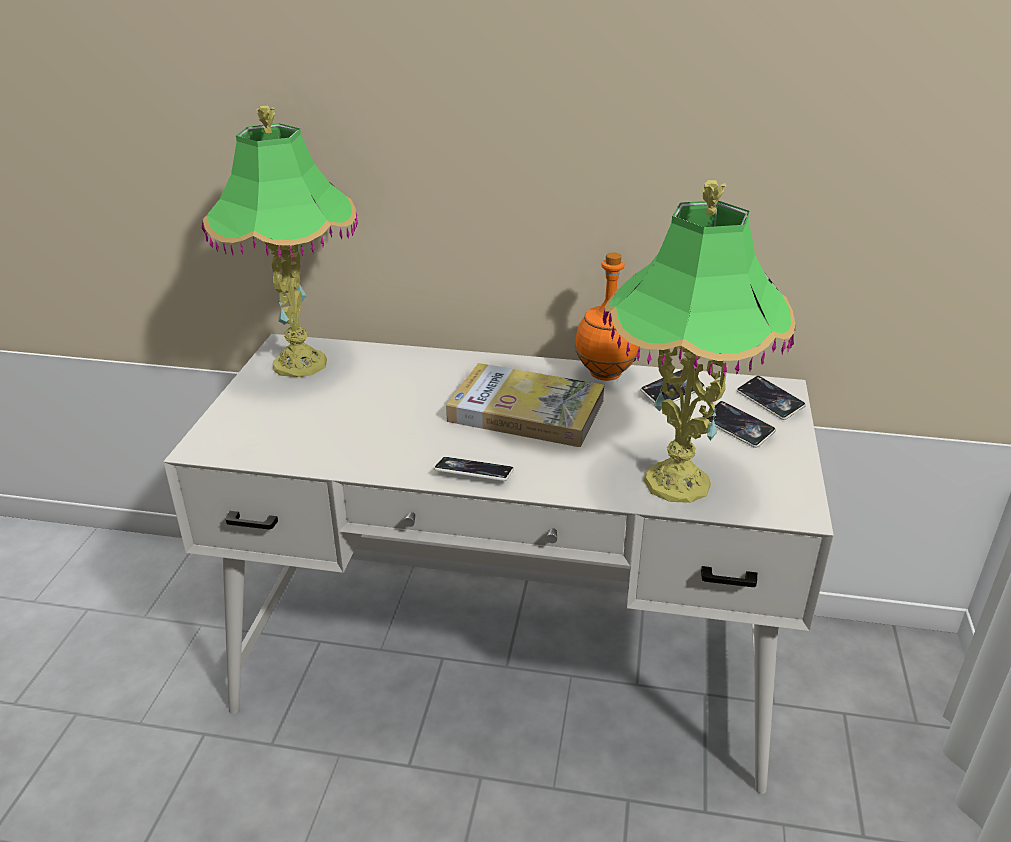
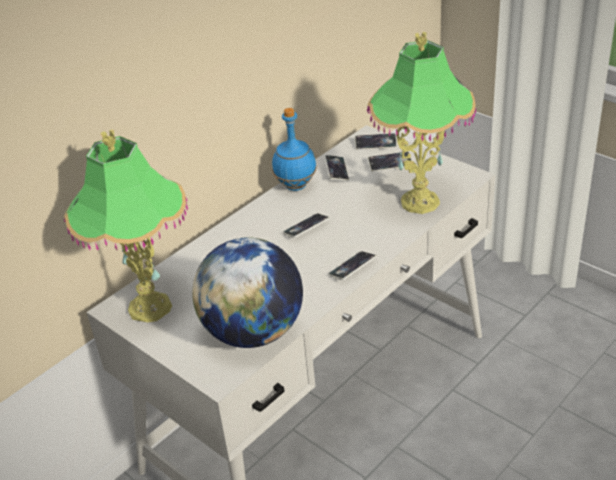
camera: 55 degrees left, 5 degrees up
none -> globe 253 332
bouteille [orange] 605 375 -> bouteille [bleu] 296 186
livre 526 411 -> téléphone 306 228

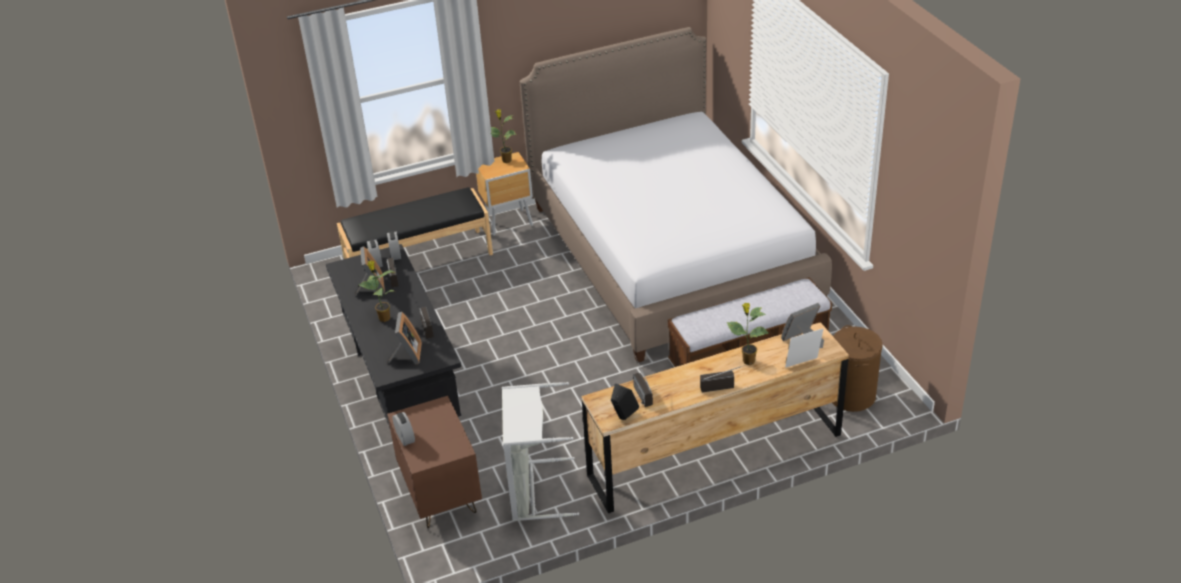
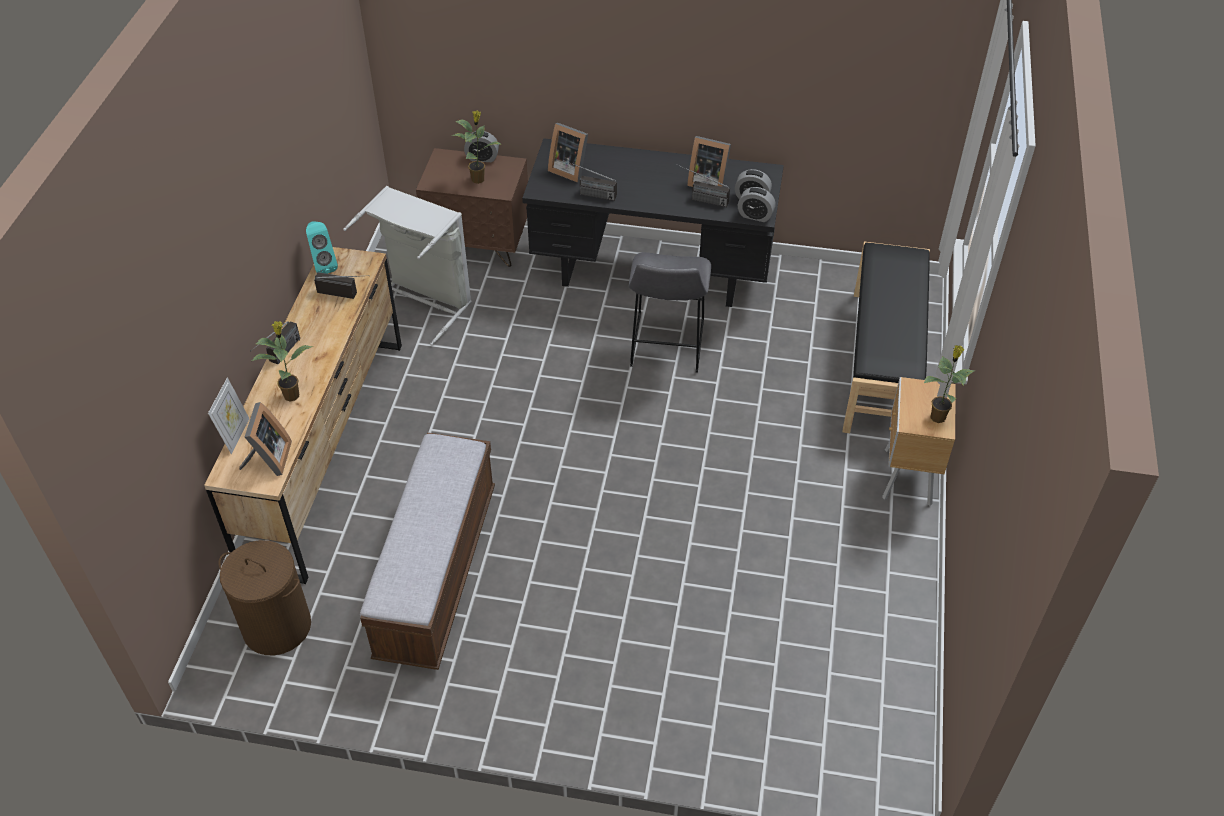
camera: 120 degrees right, 10 degrees up
enceinte [noir] 623 418 -> enceinte [turquoise] 323 265
plante en pot 383 318 -> plante en pot 478 179, move
none -> tabouret [gris] 666 347
lit 671 254 -> none

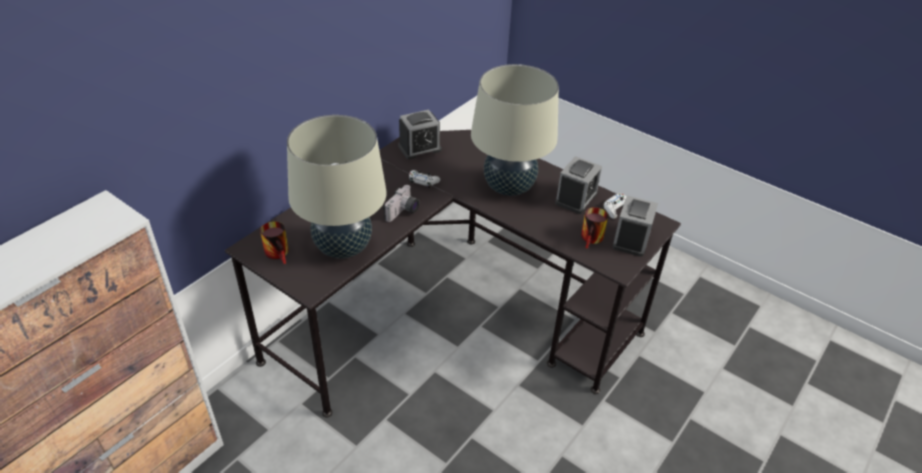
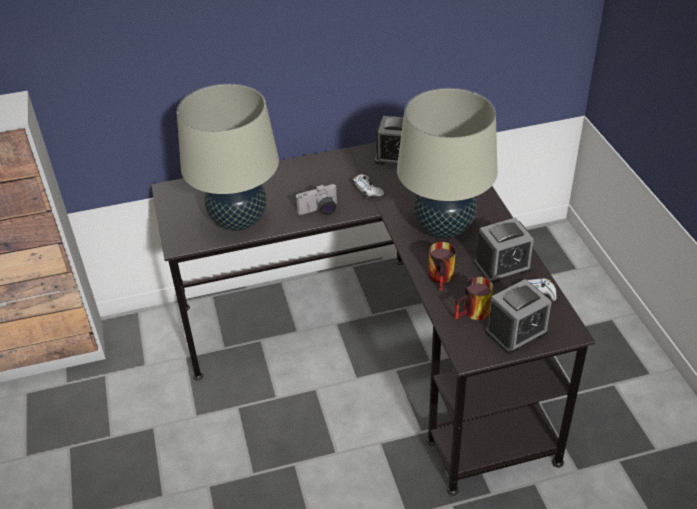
camera: 40 degrees right, 0 degrees up
mug 280 253 -> mug 443 278, move

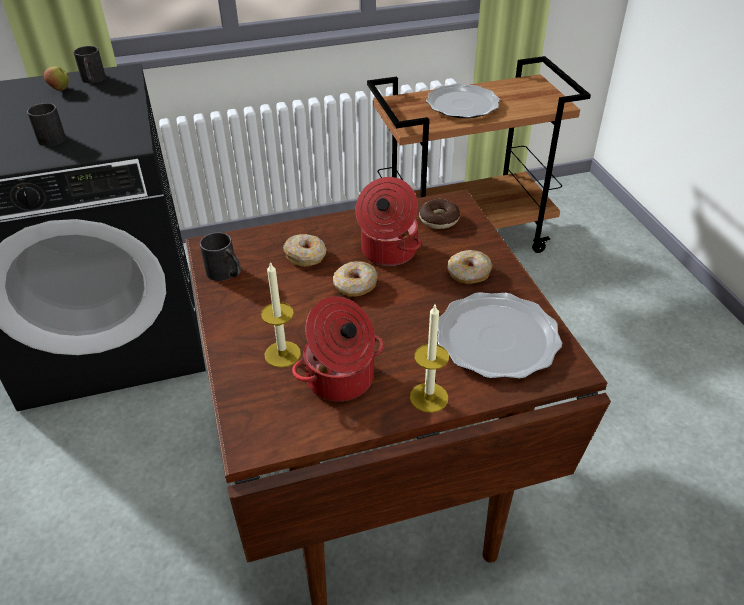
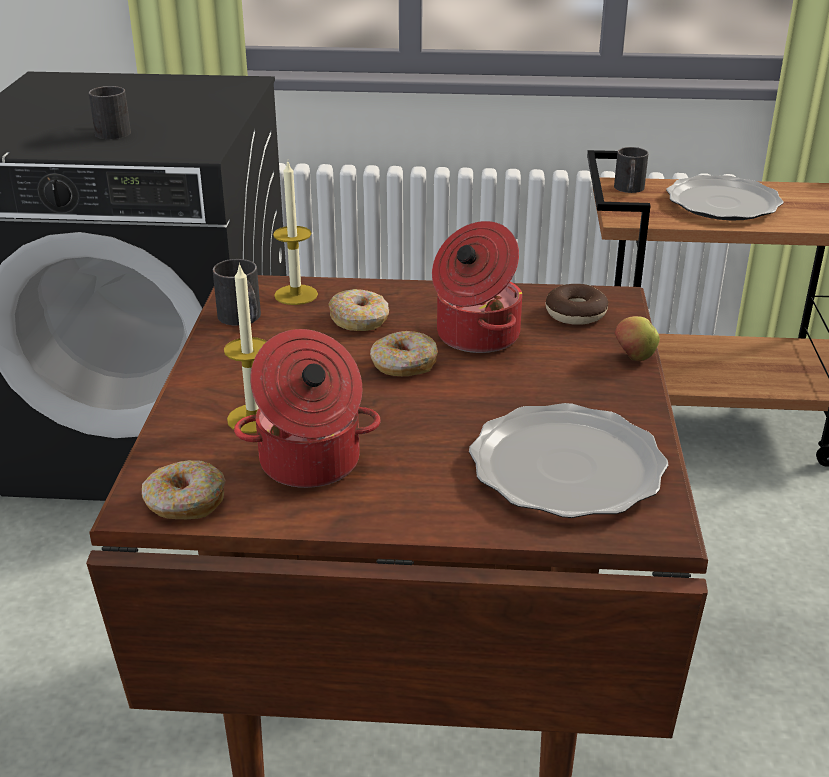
camera: 20 degrees right, 10 degrees down
beignet 468 273 -> beignet 184 502, move
bougie 429 397 -> bougie 296 295, move
mug [noir] 93 80 -> mug [noir] 629 189, move
pomme 60 89 -> pomme 634 358, move

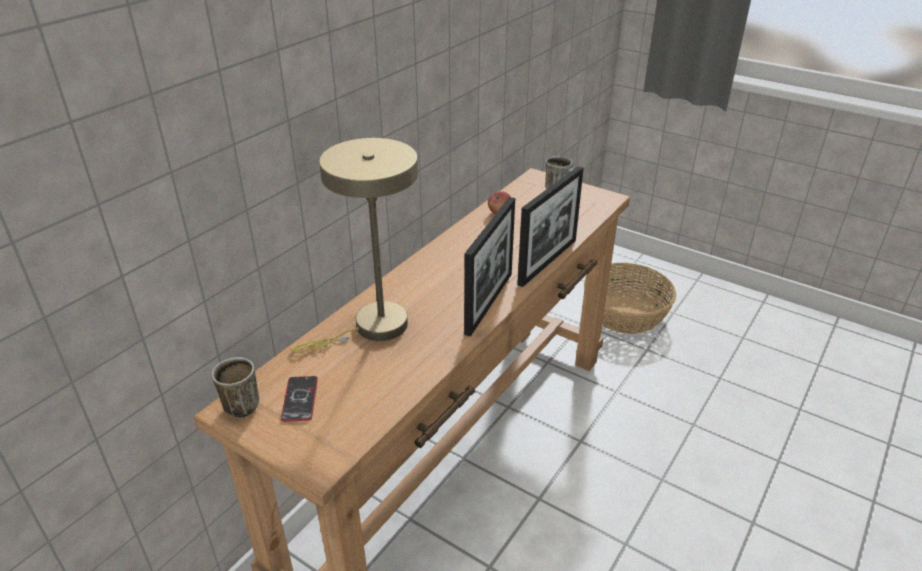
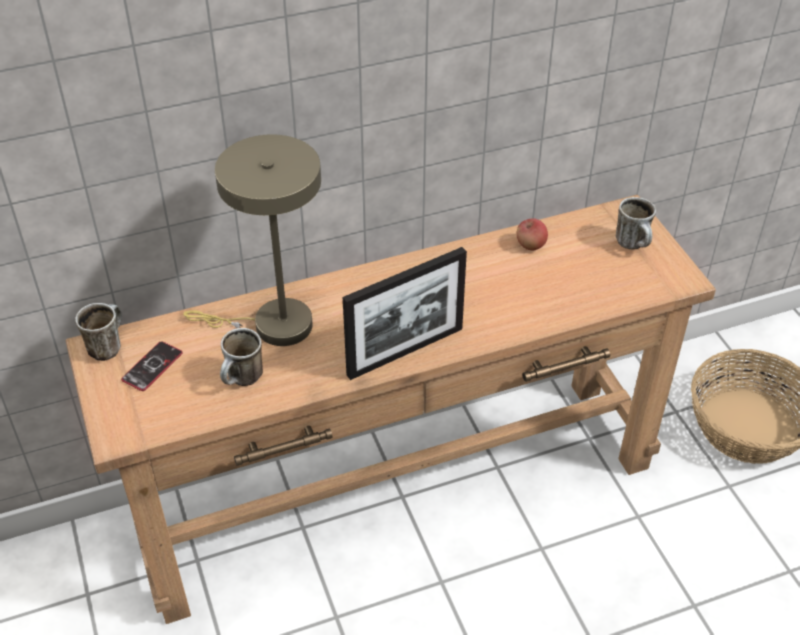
camera: 35 degrees right, 10 degrees up
none -> mug 243 381
cadre photo 547 262 -> none

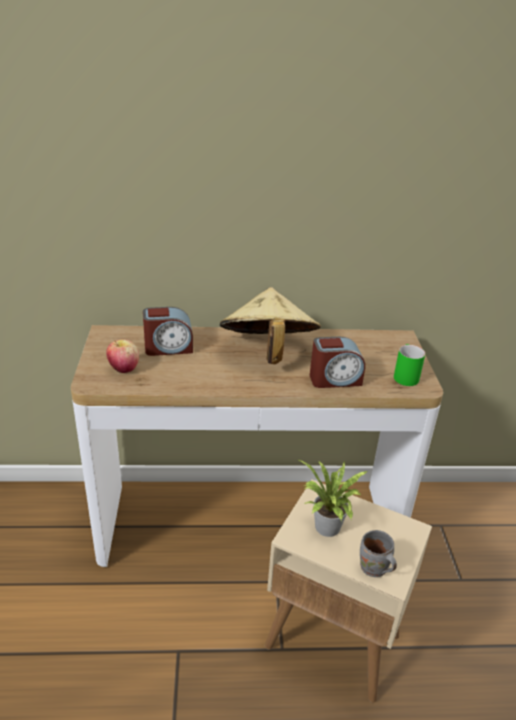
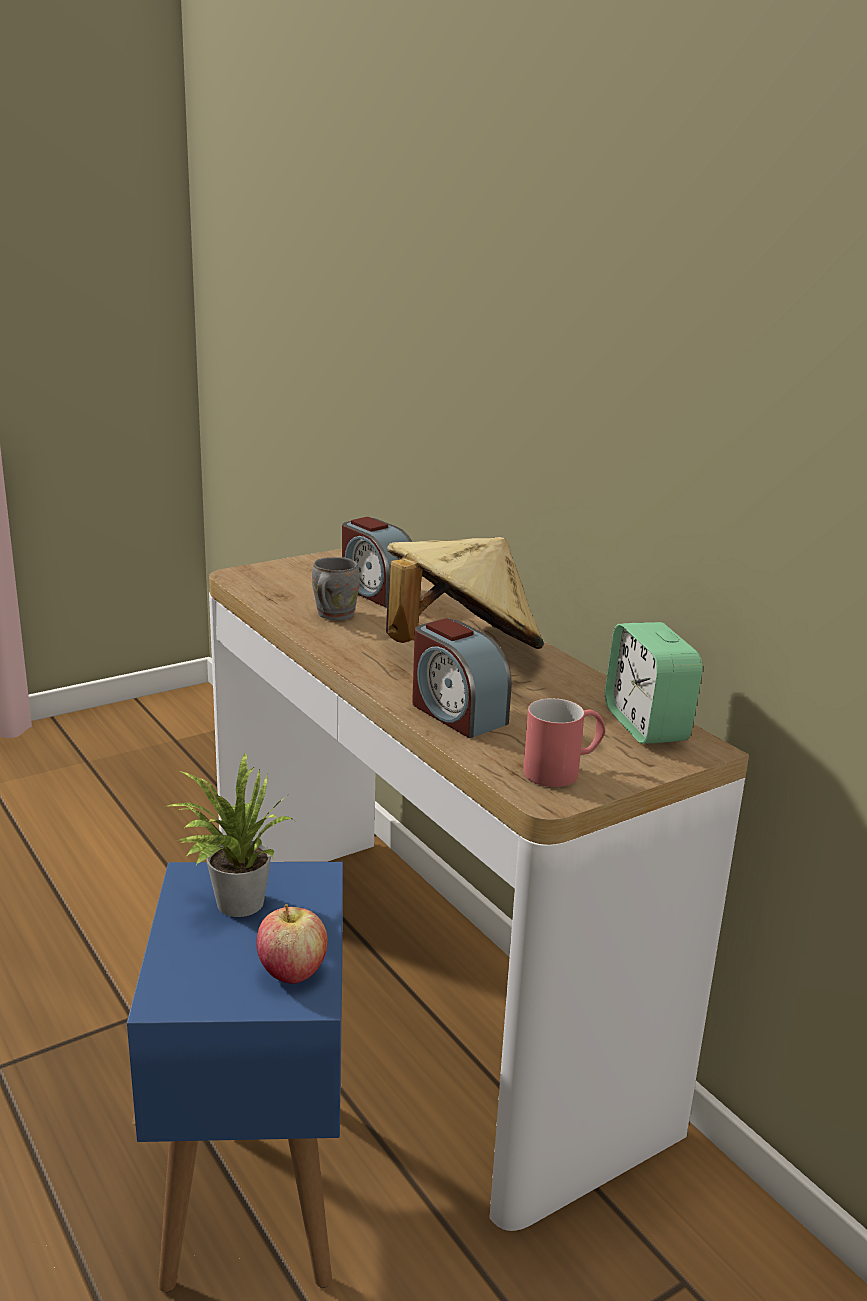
camera: 60 degrees right, 10 degrees down
table d'appoint [beige] 334 641 -> table d'appoint [bleu] 254 1192
pomme 124 369 -> pomme 292 972, move
mug [gris] 373 569 -> mug [gris] 332 615, move
mug [vert] 405 375 -> mug [rouge] 563 770
none -> réveil 646 725

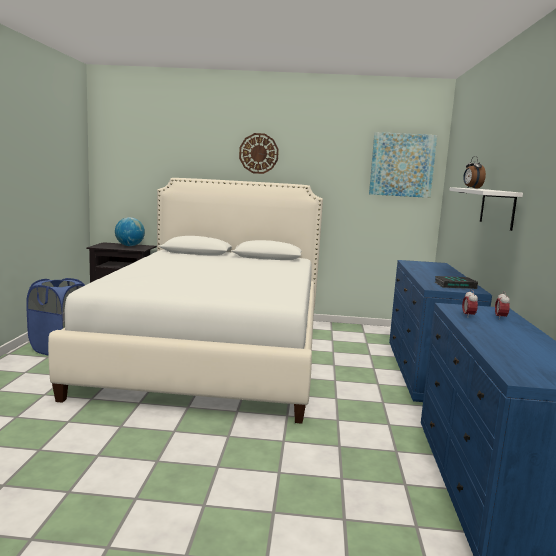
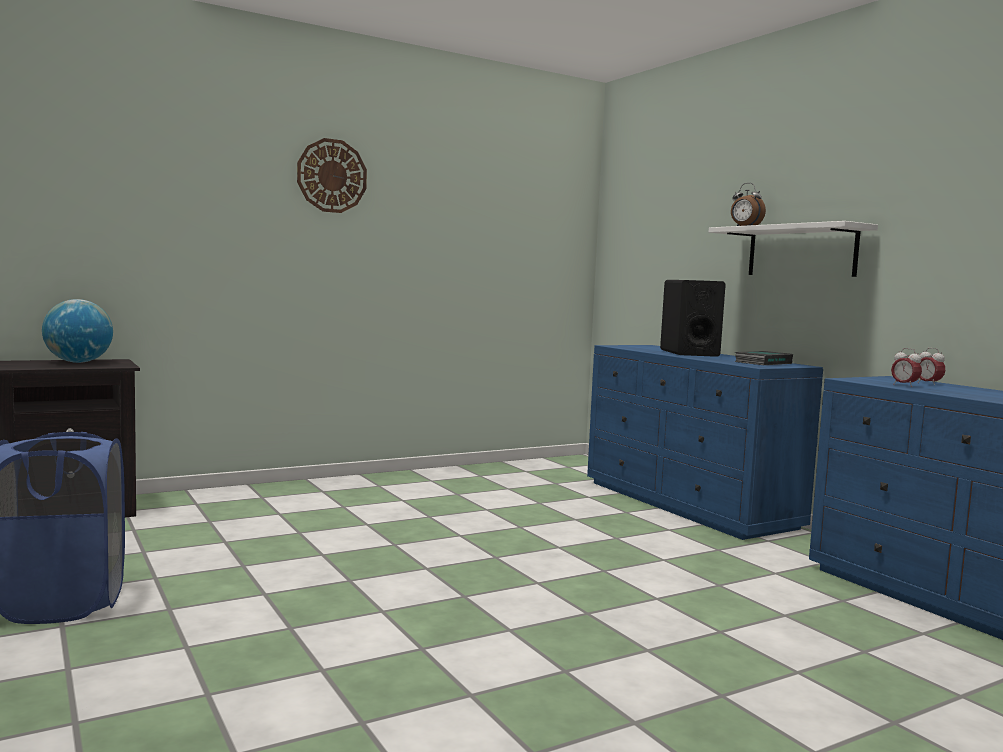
camera: 35 degrees left, 5 degrees down
none -> enceinte [noir] 688 353
lit [blanc] 213 352 -> none
tableau 402 165 -> none

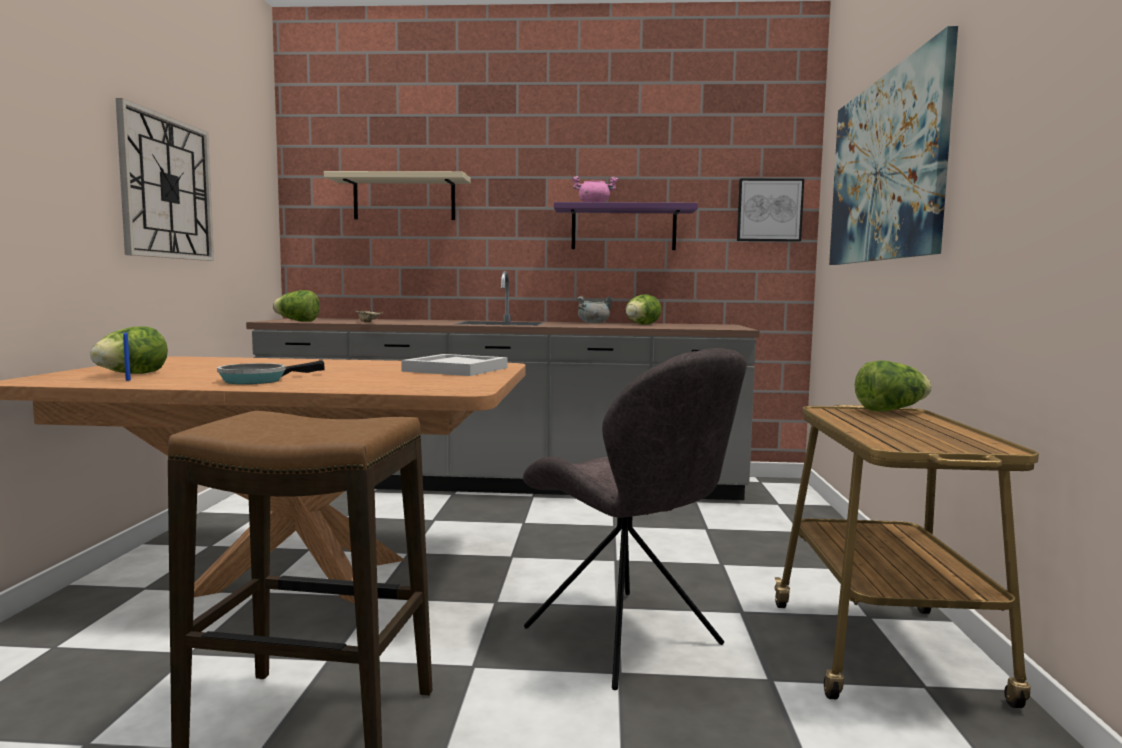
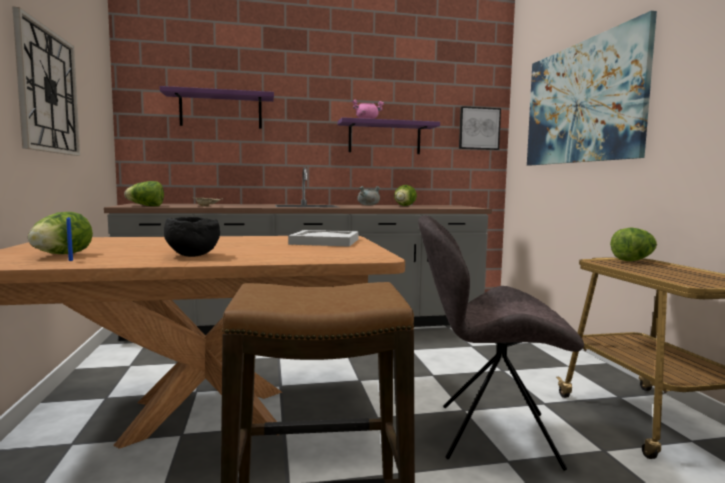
camera: 15 degrees left, 0 degrees up
étagère [beige] 404 198 -> étagère [violet] 221 110
poêle 258 380 -> bol [noir] 191 256
chaise [gris] 627 639 -> chaise [gris] 491 434, 150 degrees clockwise

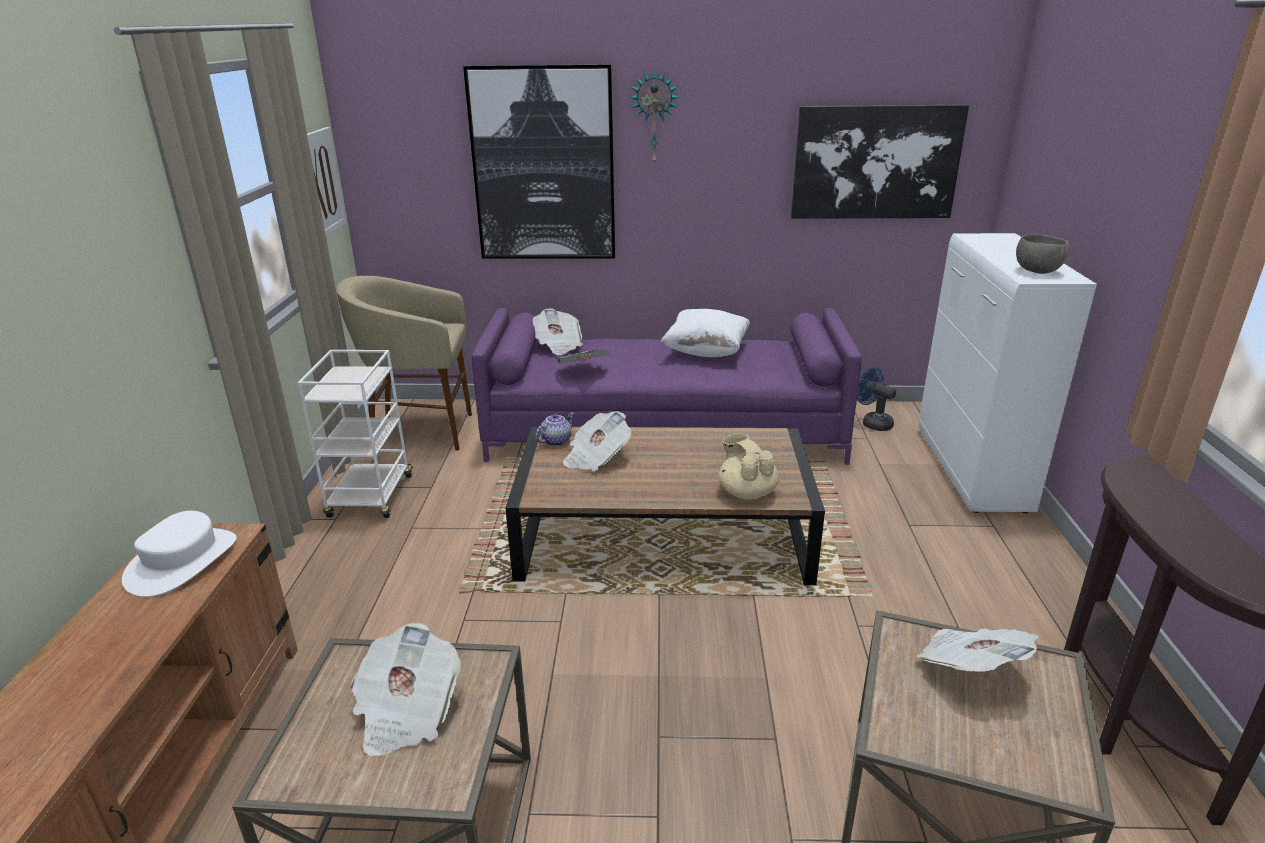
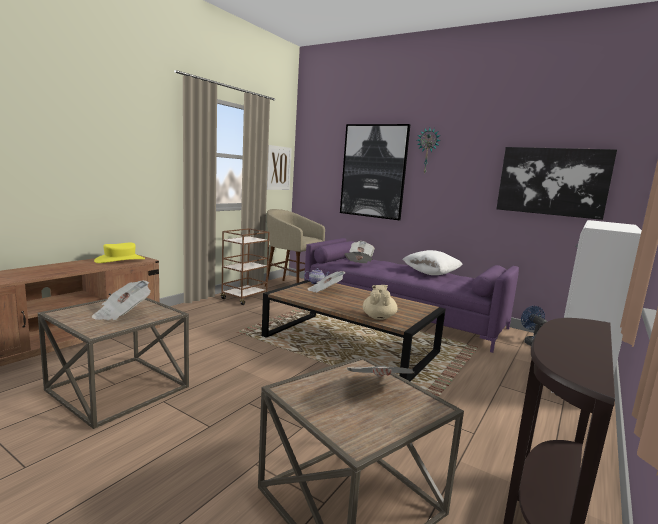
camera: 30 degrees right, 15 degrees down
chapeau [blanc] 183 562 -> chapeau [jaune] 120 260
chariot [blanc] 371 497 -> chariot [marron] 245 298
bol [gris] 1038 272 -> none

